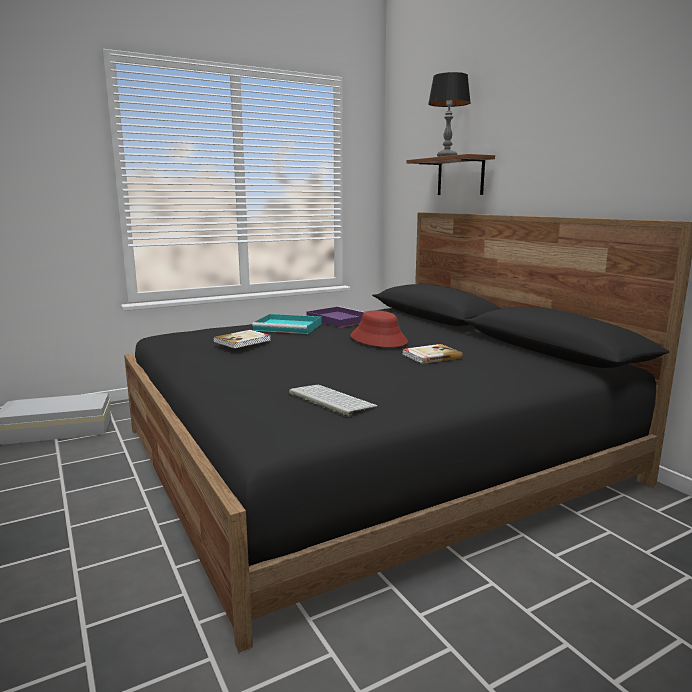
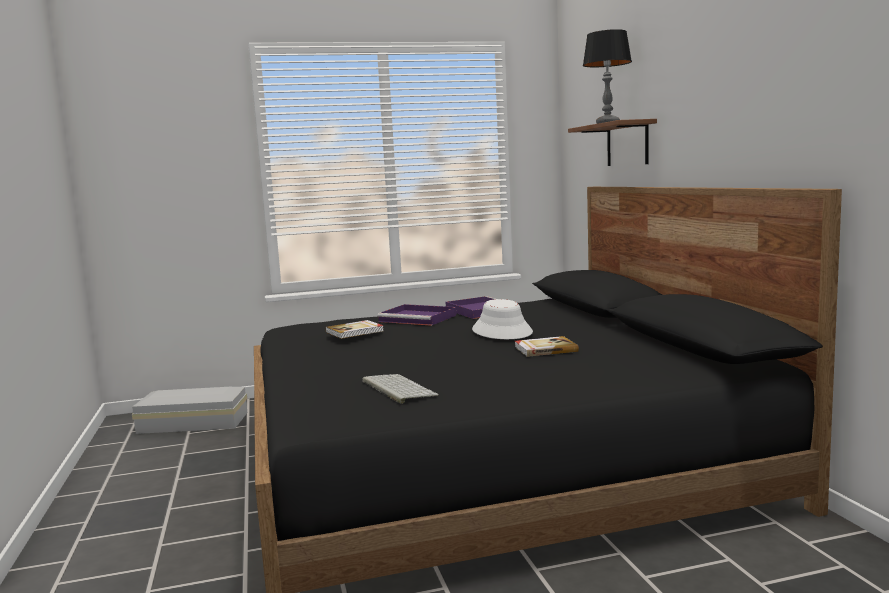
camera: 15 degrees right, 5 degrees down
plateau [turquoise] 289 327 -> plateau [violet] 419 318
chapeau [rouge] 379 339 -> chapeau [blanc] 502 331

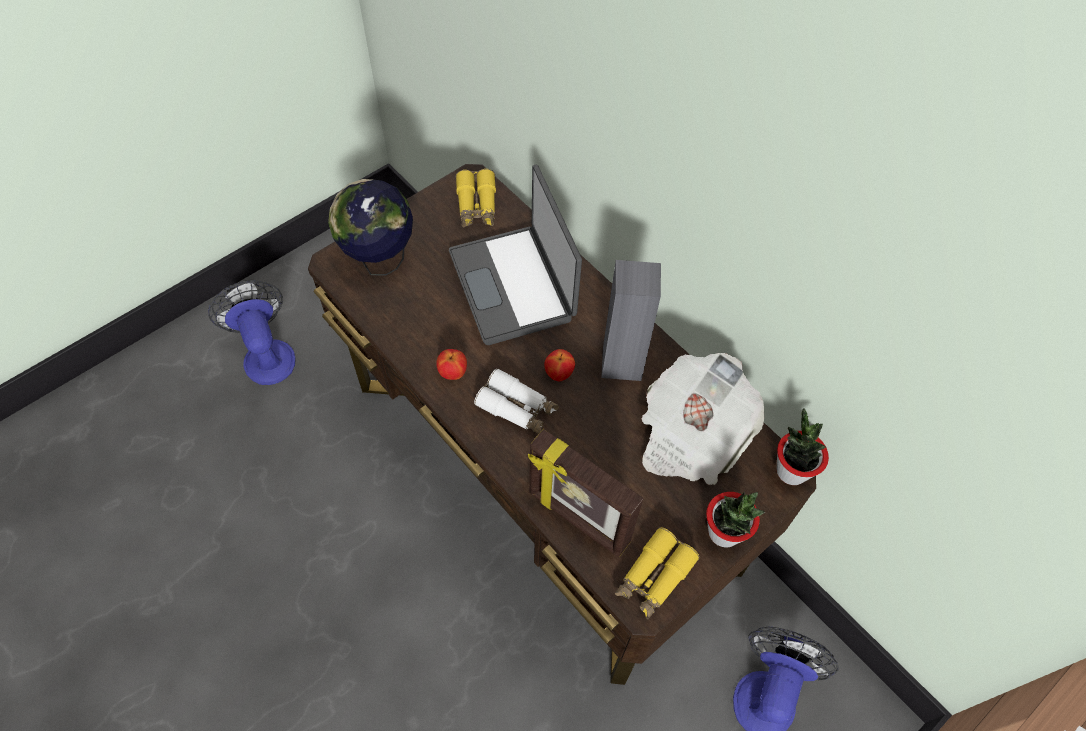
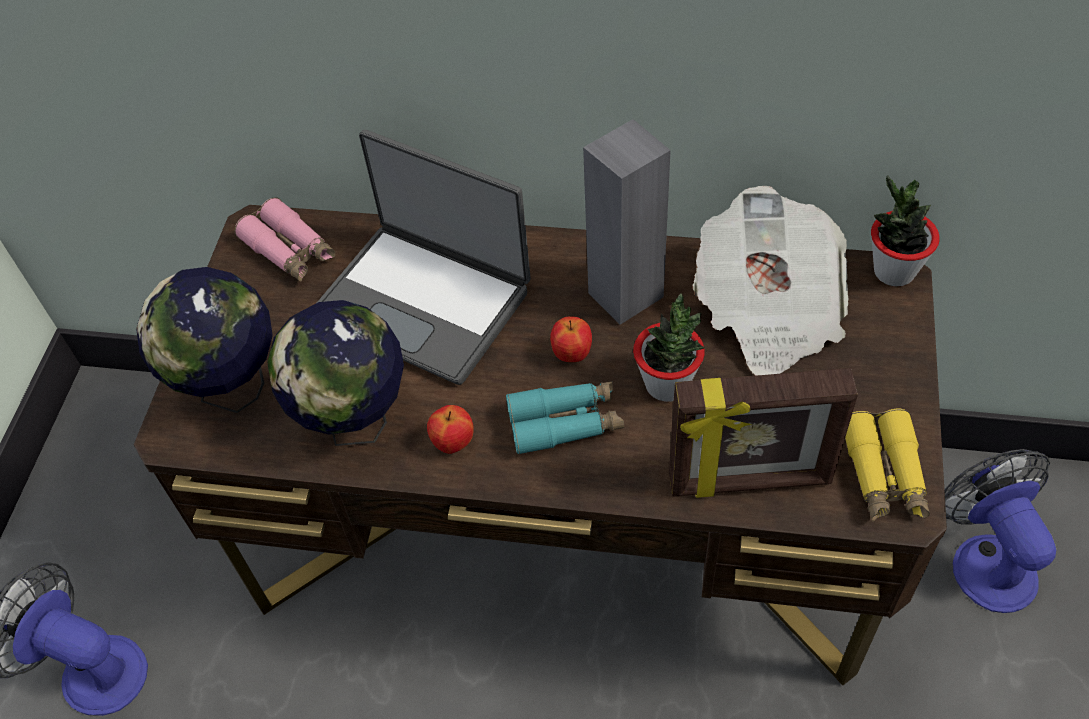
camera: 35 degrees left, 5 degrees down
jumelles [jaune] 477 205 -> jumelles [rose] 290 250
none -> globe 355 424
jumelles [blanc] 517 408 -> jumelles [turquoise] 565 423
plante en pot 724 532 -> plante en pot 667 384, move

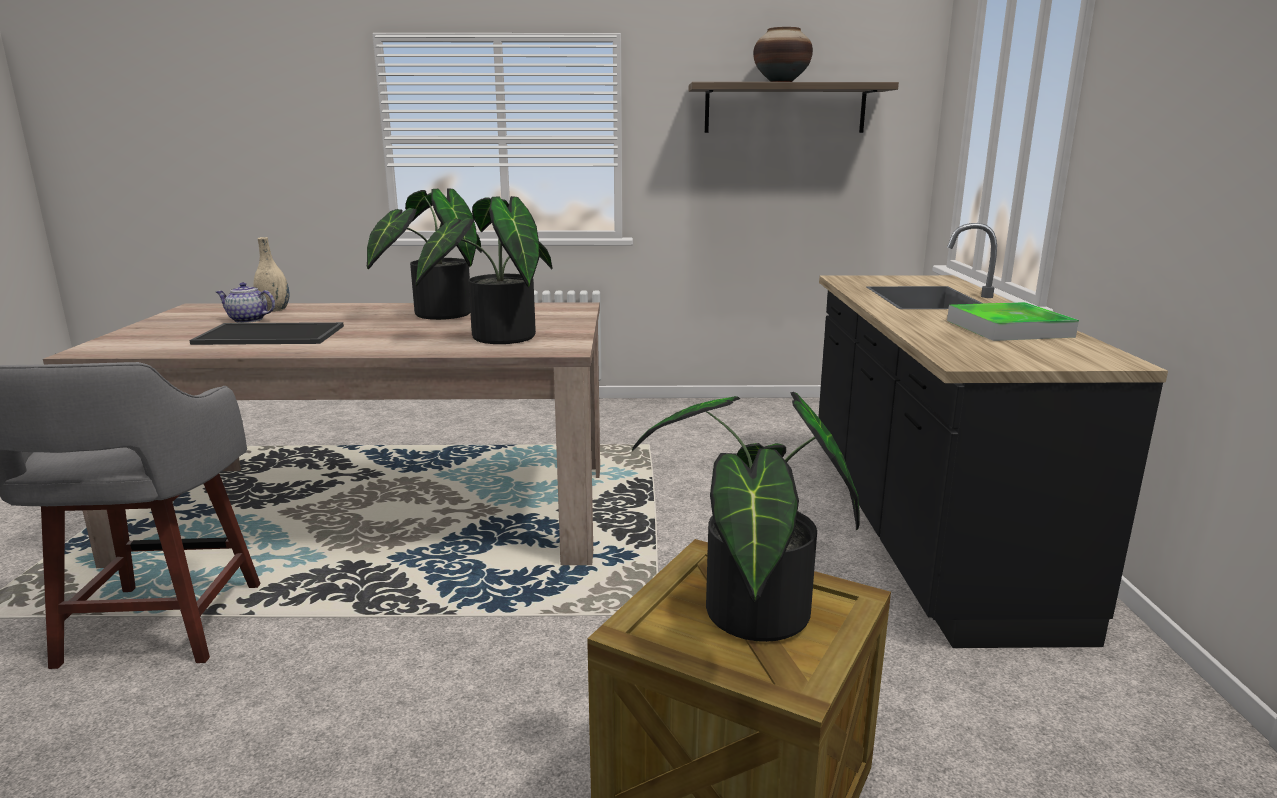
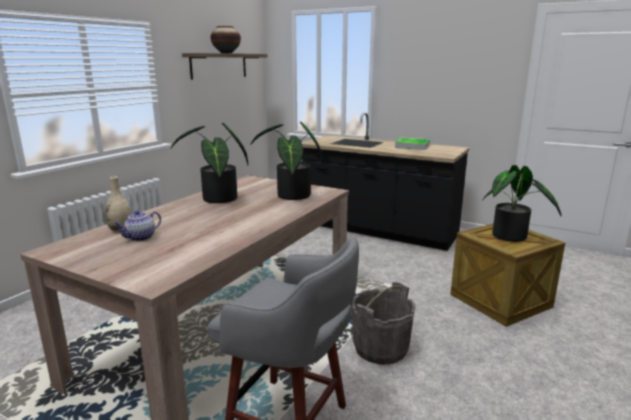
camera: 60 degrees left, 0 degrees up
none -> seau [gris] 380 348
plateau 272 334 -> none

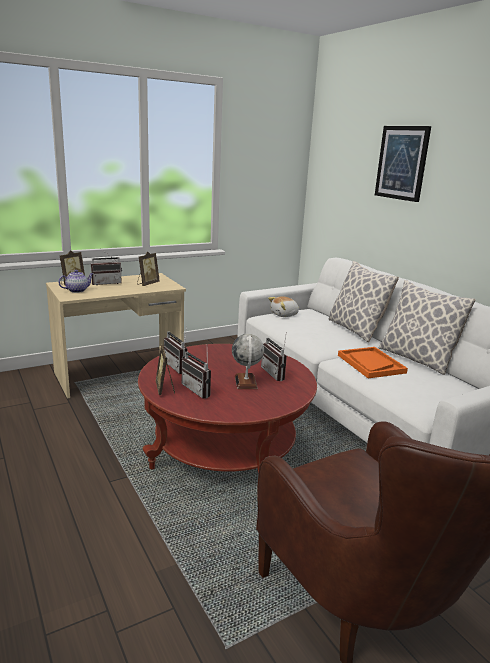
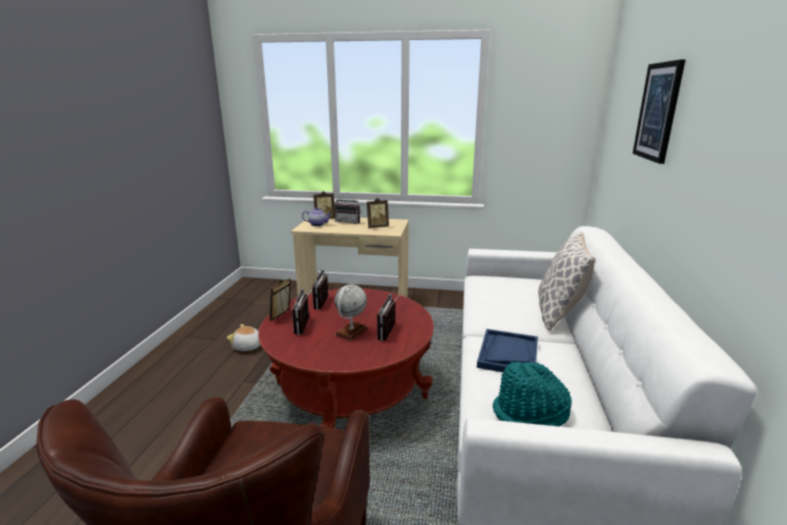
camera: 40 degrees right, 0 degrees up
peluche 284 315 -> peluche 248 347, move
plateau [orange] 370 364 -> plateau [bleu] 508 354
none -> chapeau [turquoise] 530 414
coussin 416 359 -> none

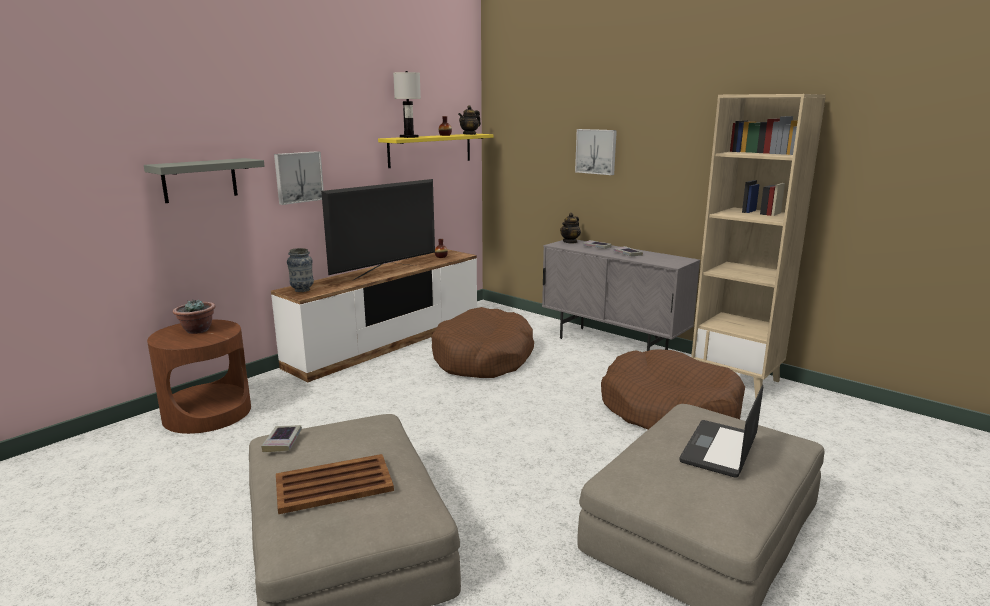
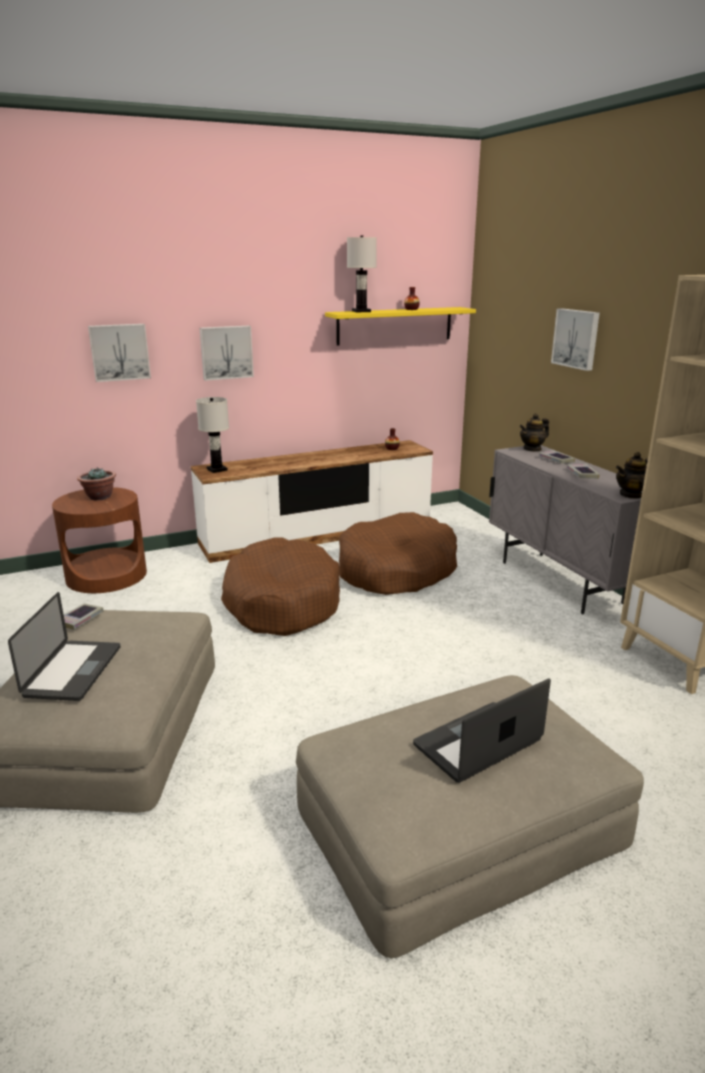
camera: 25 degrees right, 5 degrees up
plateau [marron] 332 484 -> ordinateur portable 73 671
étagère [gris] 200 180 -> tableau 119 352
vase 302 290 -> lampe de table [blanc] 217 469
panier pour chien [marron] 669 411 -> panier pour chien [marron] 281 602, move
théière 470 134 -> théière 631 495, move
téléviseur 385 272 -> none

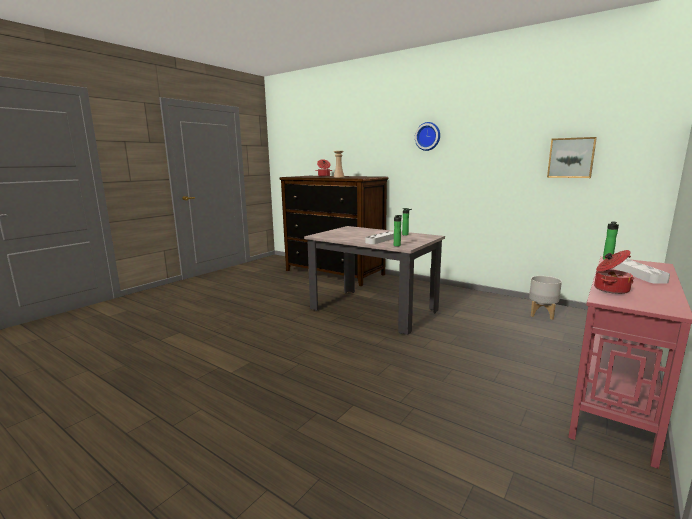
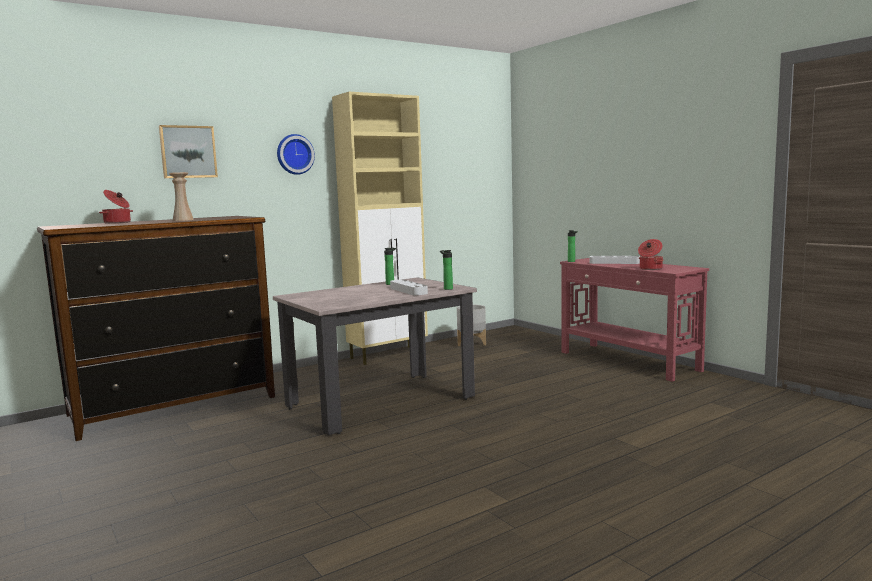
camera: 70 degrees left, 5 degrees down
tableau 571 158 -> tableau 188 152, move
none -> meuble de rangement [beige] 389 355

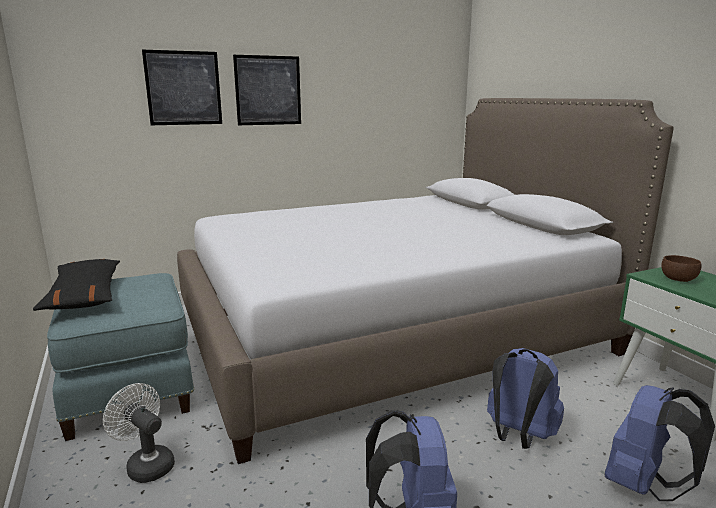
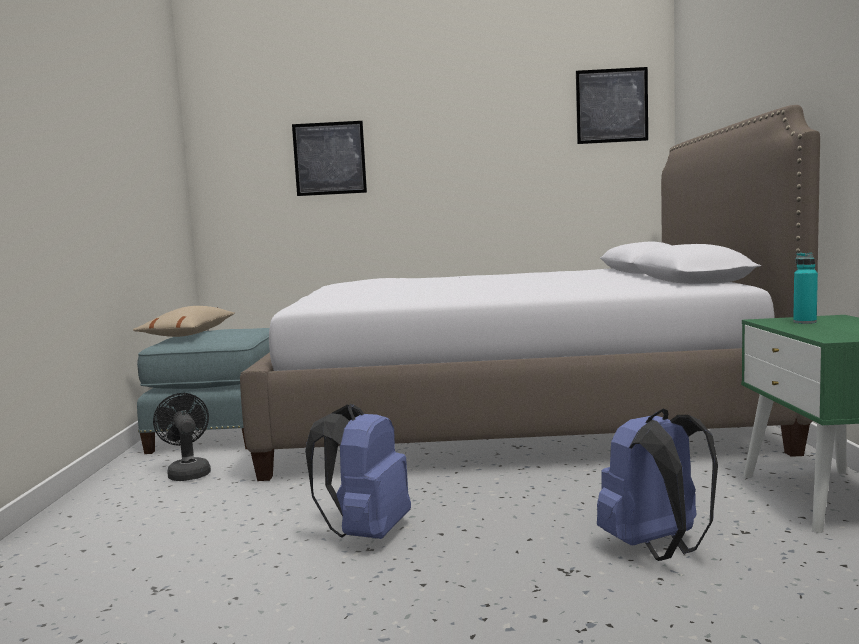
camera: 25 degrees right, 10 degrees down
coussin [noir] 85 295 -> coussin [beige] 189 334
ventilateur [blanc] 146 464 -> ventilateur [noir] 187 472
tableau 268 90 -> tableau 611 106, move
bol [marron] 677 279 -> bouteille [turquoise] 804 322
sac à dos [bleu] 518 436 -> none

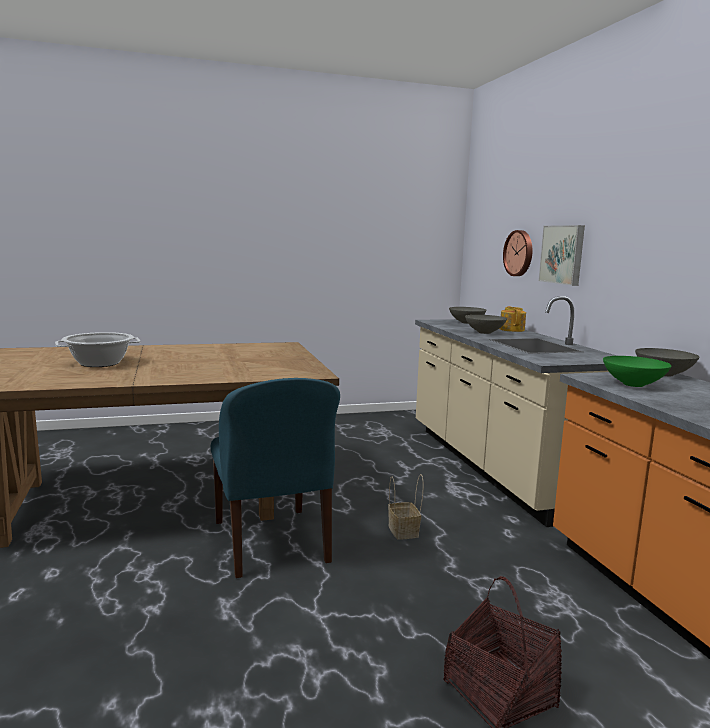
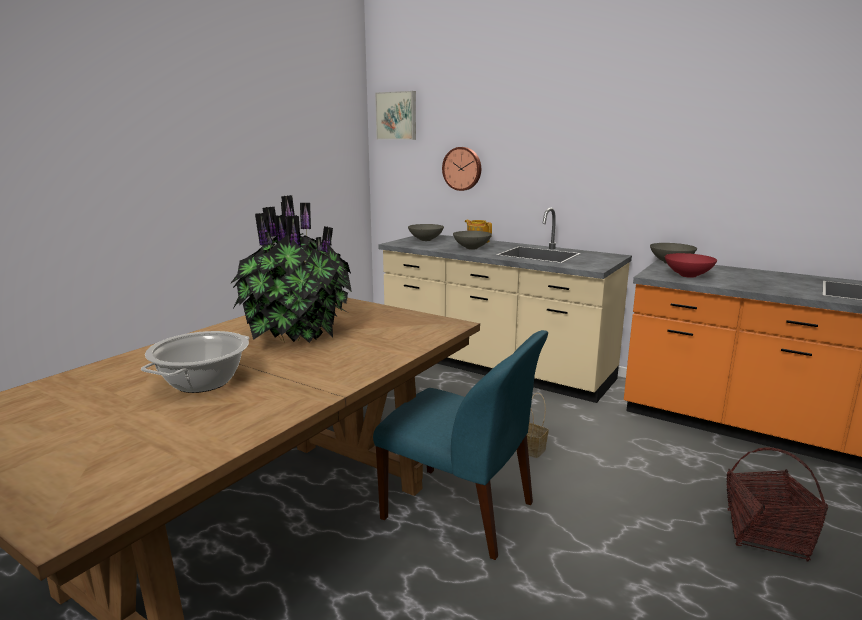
camera: 40 degrees left, 5 degrees up
none -> plante en pot 295 334
tableau 563 254 -> tableau 397 116, move
bol [vert] 633 384 -> bol [rouge] 688 275

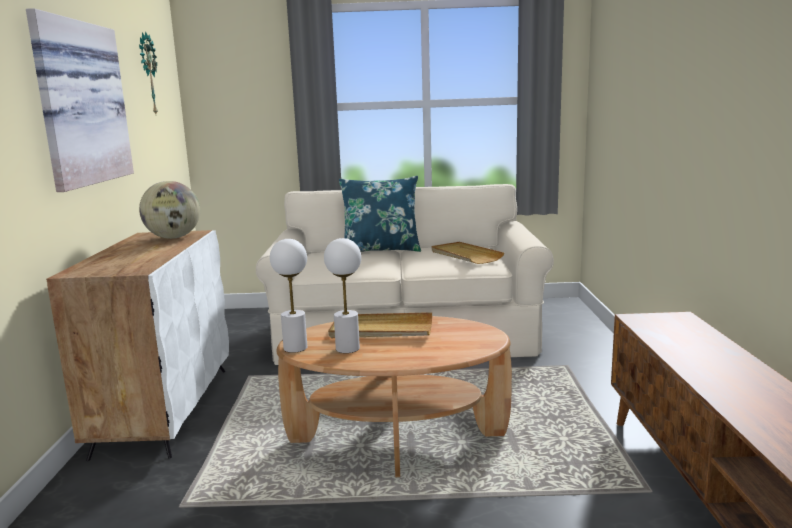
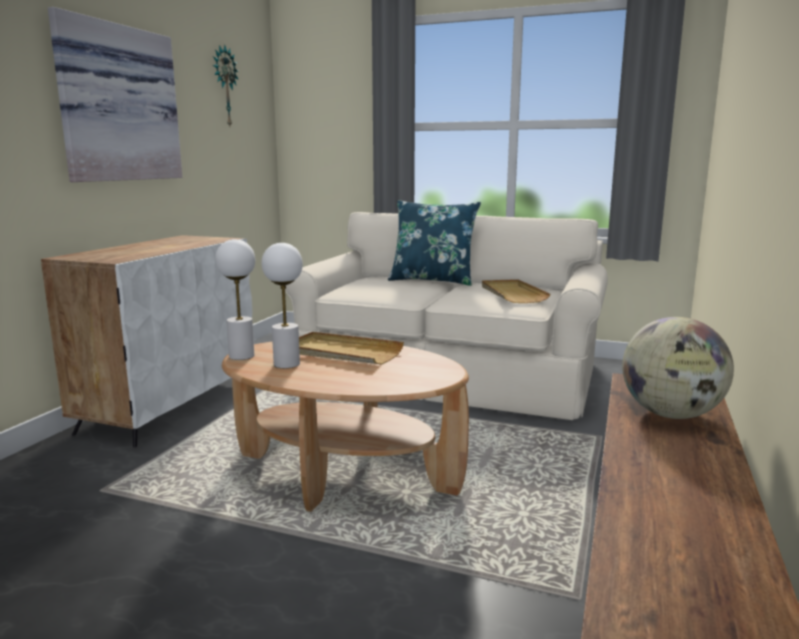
camera: 20 degrees right, 0 degrees up
globe 173 238 -> globe 670 415, move

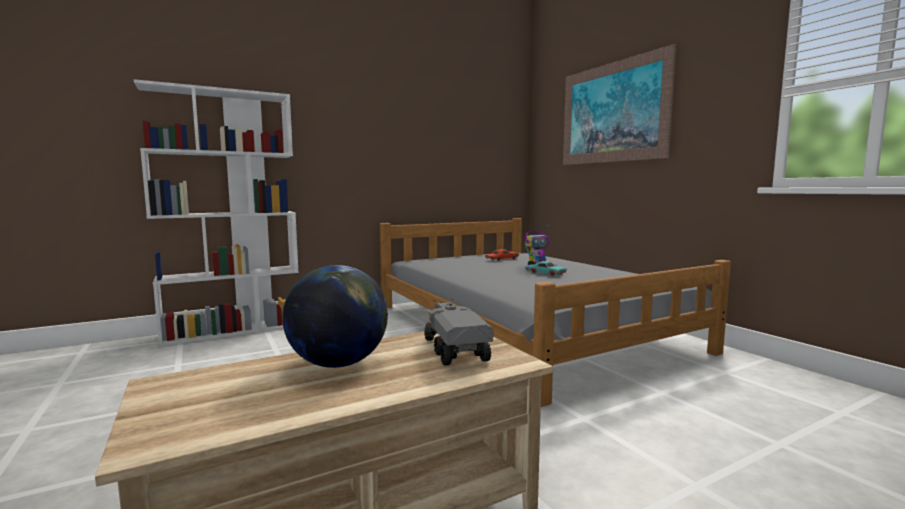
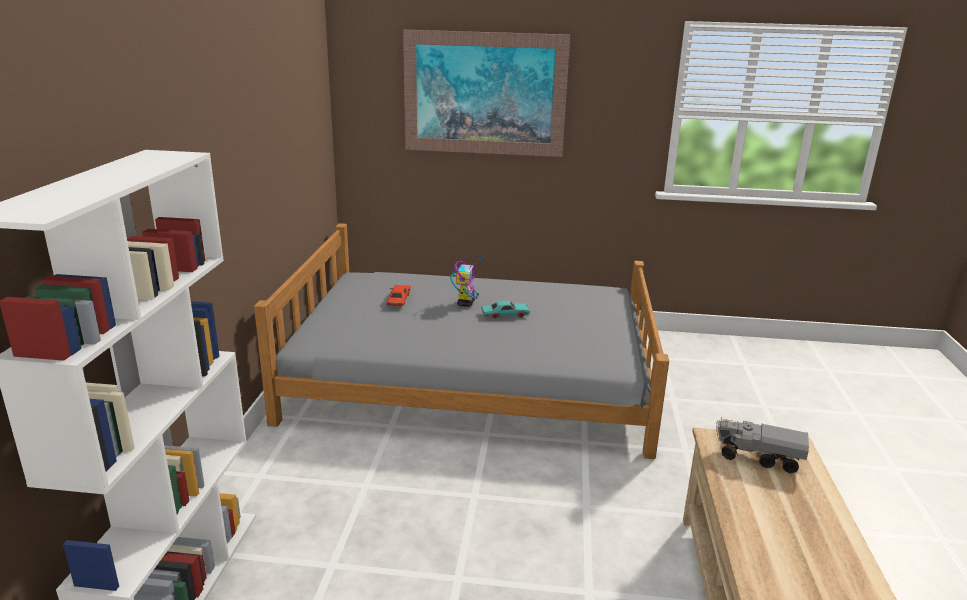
camera: 55 degrees left, 15 degrees up
globe 338 363 -> none

